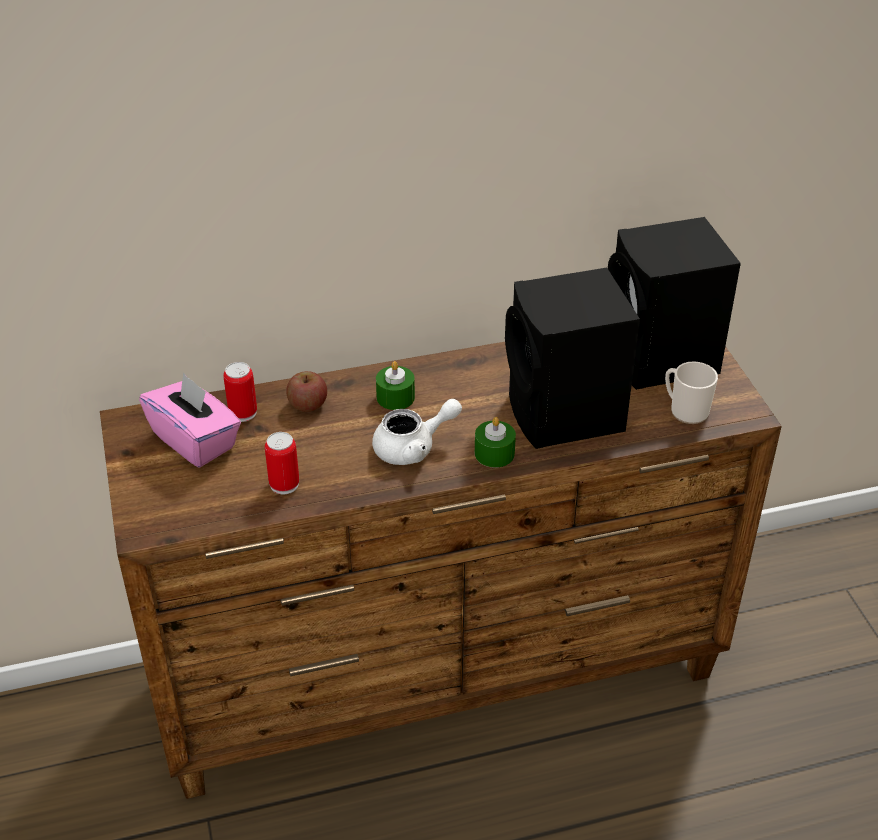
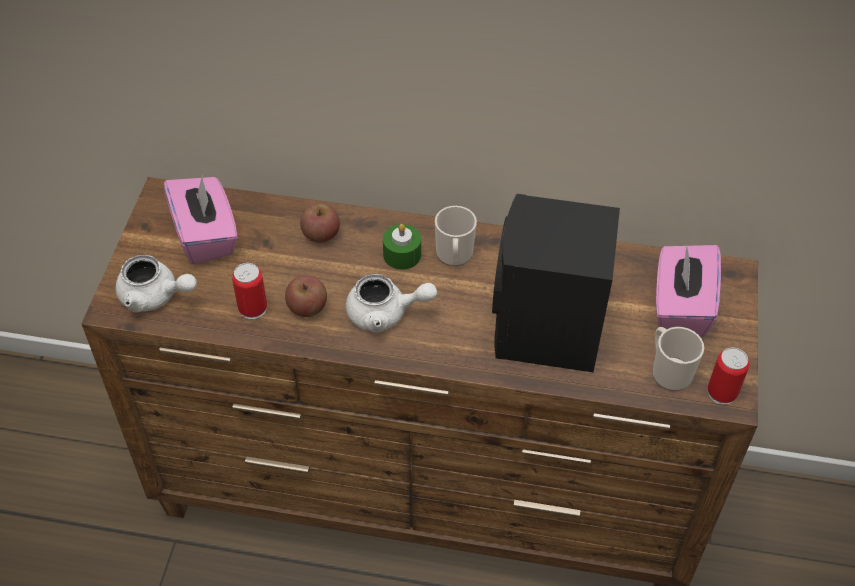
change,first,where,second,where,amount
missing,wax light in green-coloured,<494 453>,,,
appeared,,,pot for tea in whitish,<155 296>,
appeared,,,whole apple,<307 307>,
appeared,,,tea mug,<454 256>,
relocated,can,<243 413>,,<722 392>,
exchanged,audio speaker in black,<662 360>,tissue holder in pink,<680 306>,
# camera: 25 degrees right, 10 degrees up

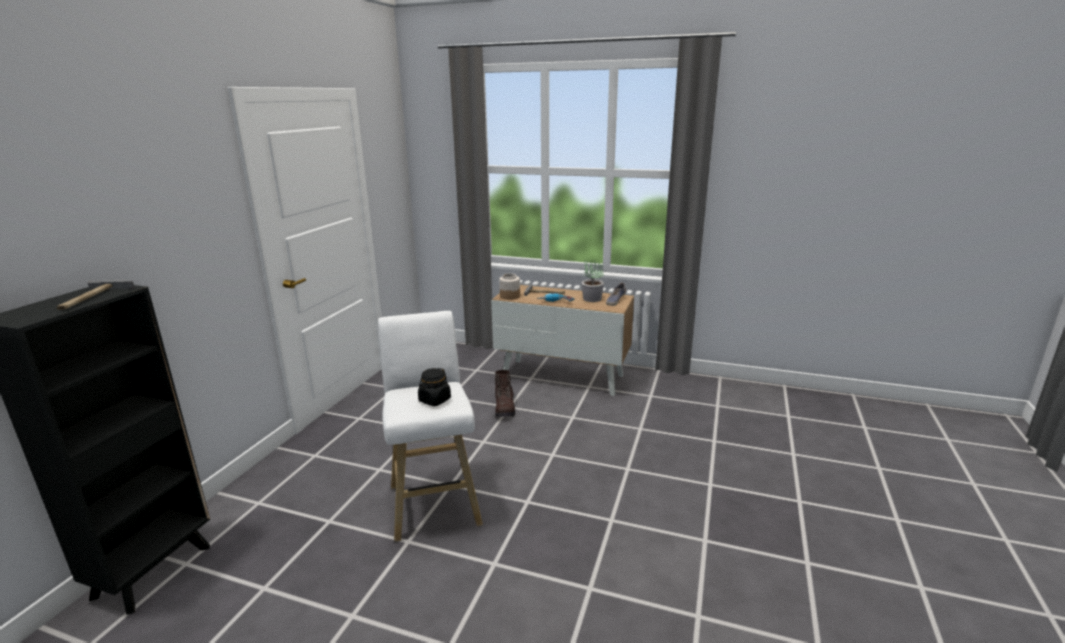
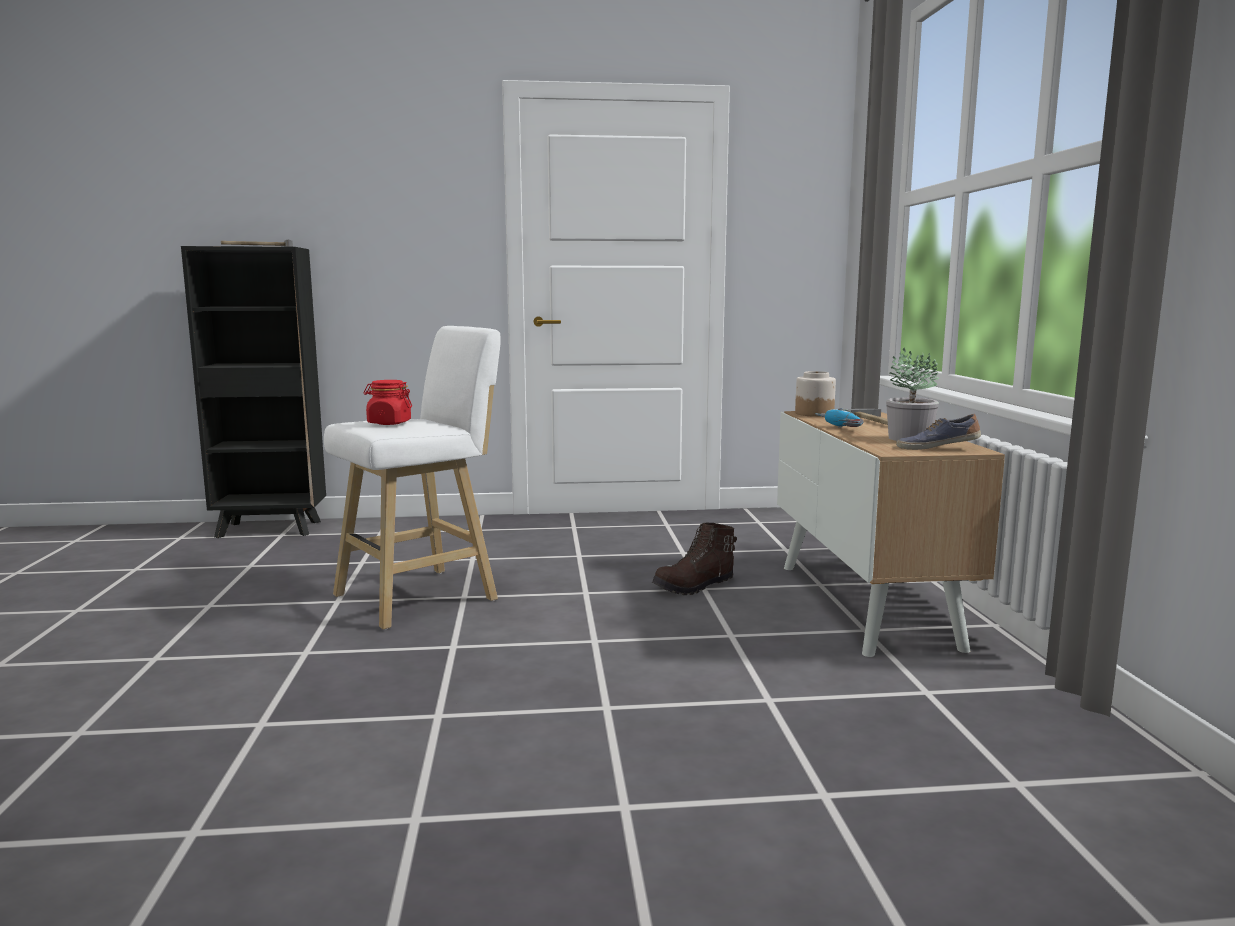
change,first,where,second,where,amount
colour,storage jar in black,<434 400>,storage jar in reddish,<389 423>,
# camera: 65 degrees right, 10 degrees down

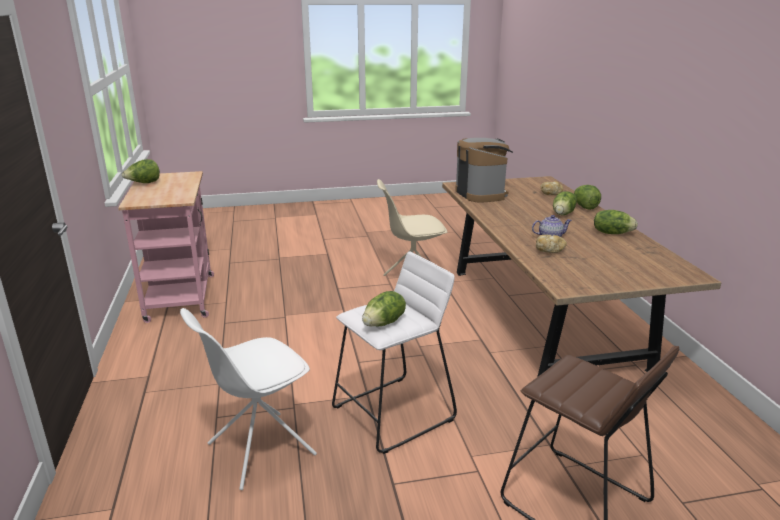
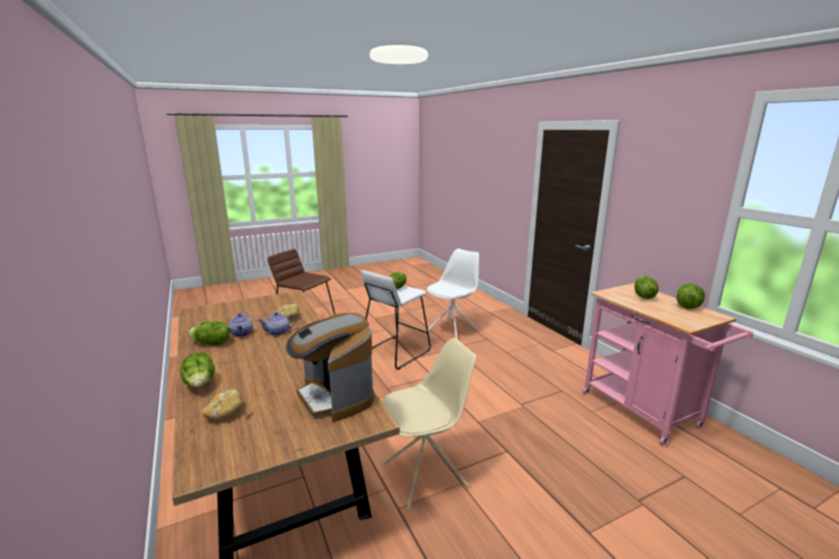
change,first,where,second,where,amount
appeared,,,pot for tea,<242 333>,
relocated,head of lettuce,<563 214>,,<643 296>,
# camera: 165 degrees right, 5 degrees down

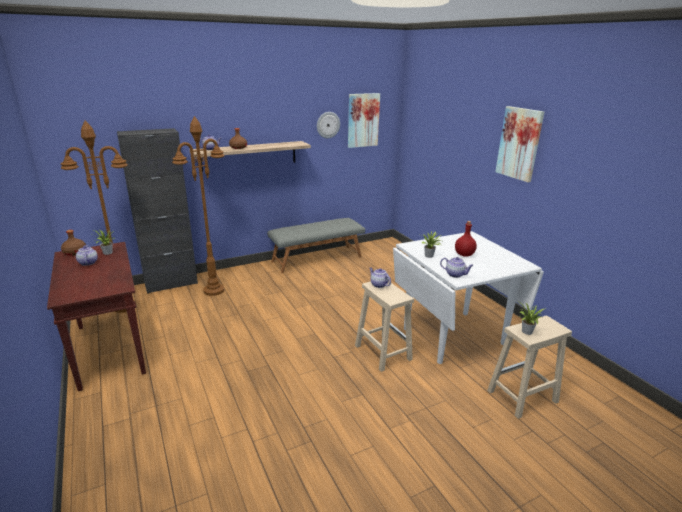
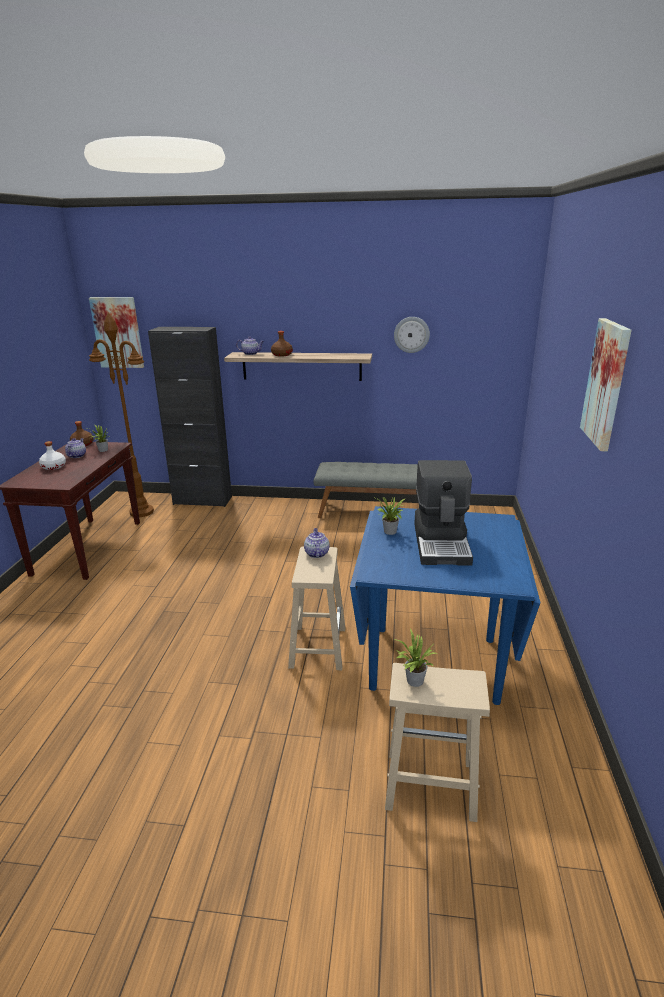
change,first,where,second,where,amount
missing,standing lamp in brown-coloured,<214 290>,,,
missing,pot for tea,<455 274>,,,
appeared,,,bottle in whitish,<53 467>,
relocated,picture,<363 120>,,<117 332>,
exchanged,bottle in reddish,<464 254>,coffee machine,<442 543>,
colour,dinner table in whitish,<453 335>,dinner table in bluish,<434 662>,
# camera: 35 degrees right, 0 degrees up

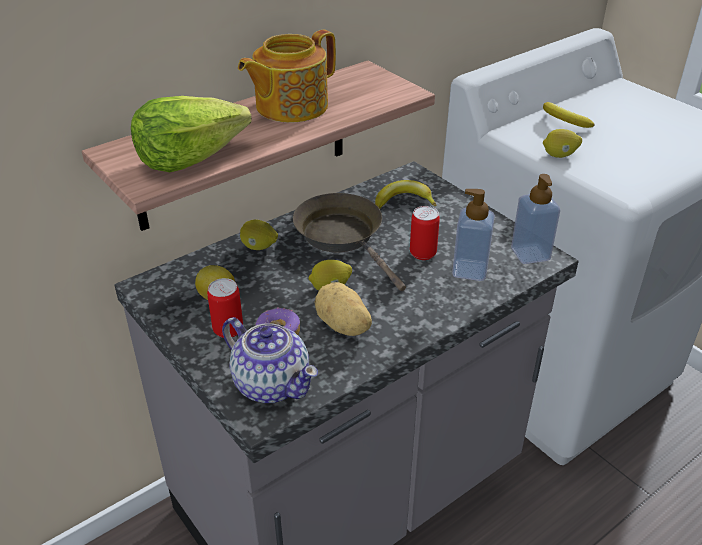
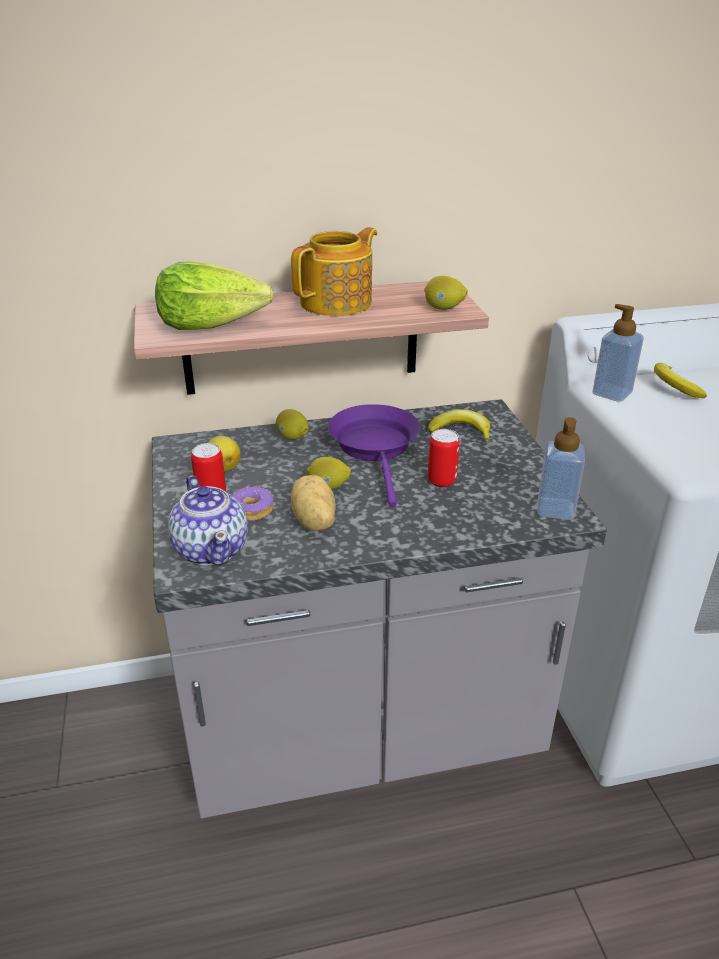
change,first,where,second,where,amount
relocated,soap bottle,<470 270>,,<612 393>,
relocated,lemon,<559 155>,,<443 308>,
colour,pan in brown-coloured,<343 237>,pan in purplish,<376 448>,
spun,pot for tea,<290 106>,,<338 302>,150 degrees clockwise
# camera: 25 degrees right, 5 degrees down

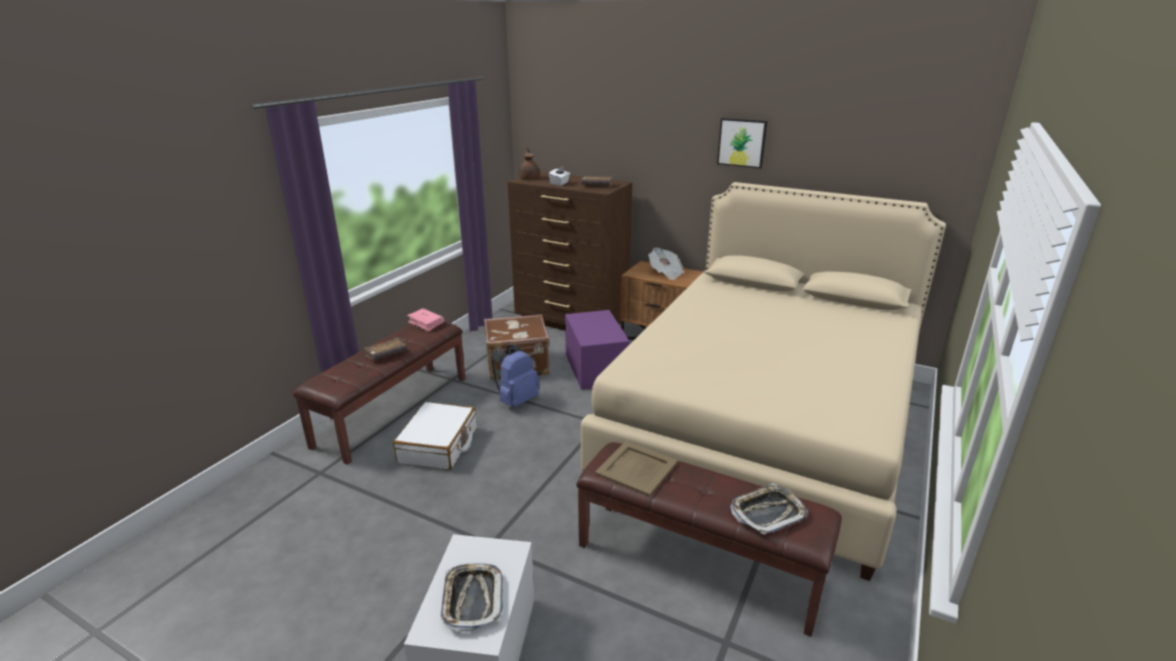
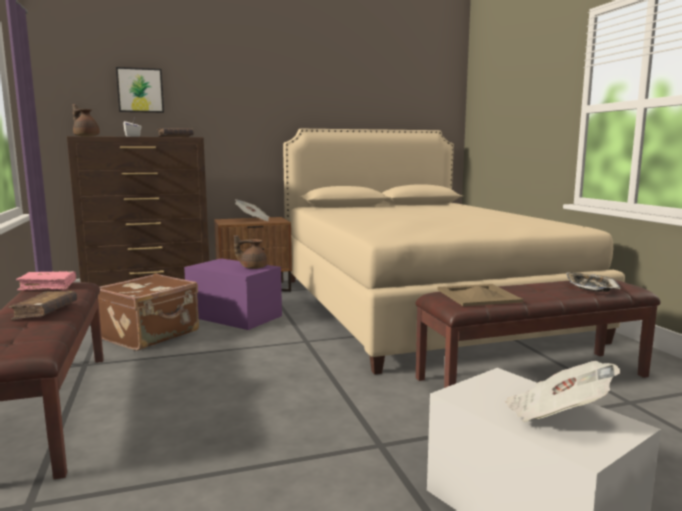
change,first,where,second,where,amount
missing,travel case in whitish,<439 445>,,,
missing,rucksack in bluish,<516 401>,,,
appeared,,,pot for tea in brown-coloured,<252 267>,
relocated,picture,<742 142>,,<140 90>,
exchanged,tray,<472 599>,newspaper,<556 415>,
# camera: 45 degrees left, 15 degrees down

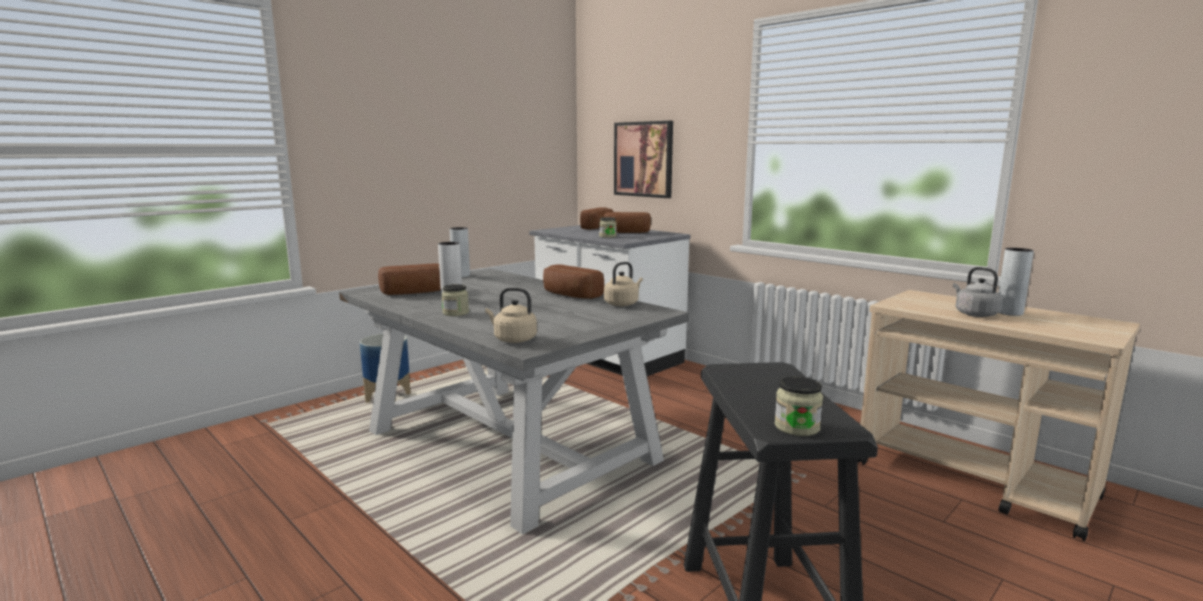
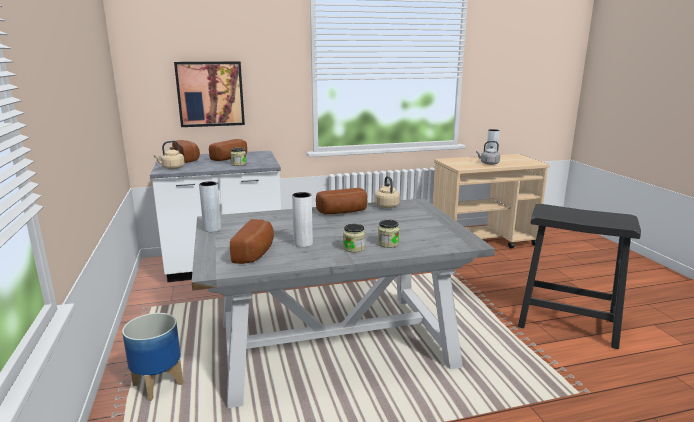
change,first,where,second,where,amount
relocated,kettle in beige,<513 339>,,<172 168>,
relocated,storage jar,<797 427>,,<388 244>,
# camera: 60 degrees left, 5 degrees up

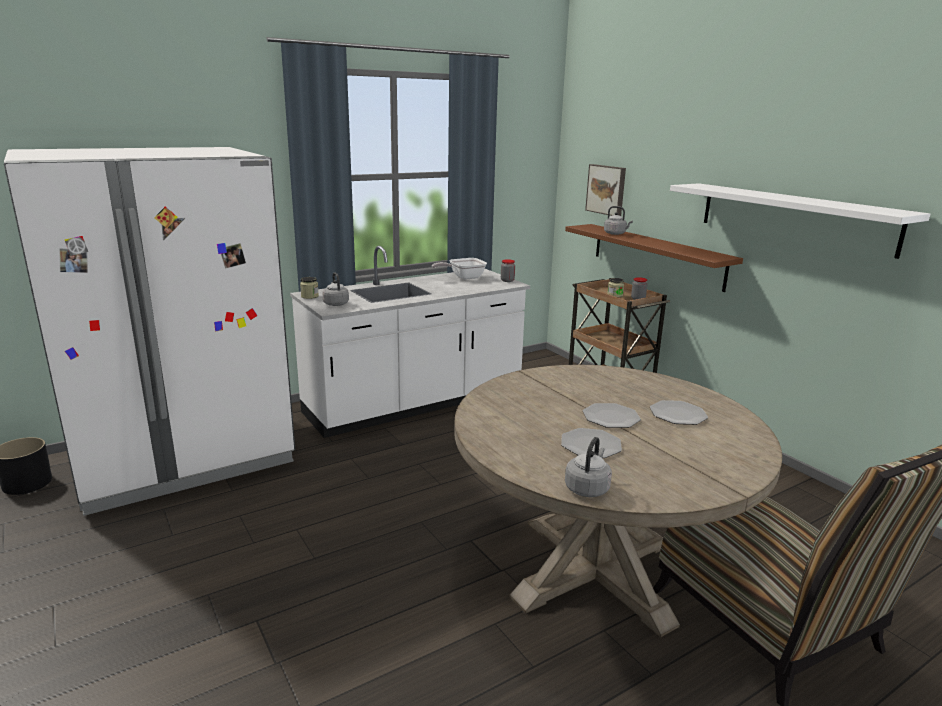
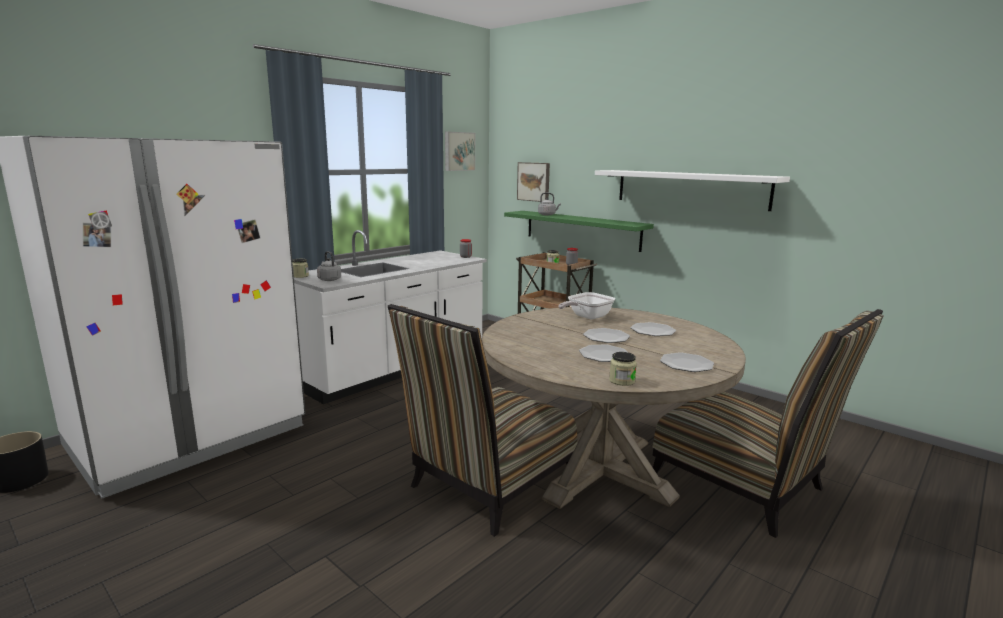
change,first,where,second,where,amount
appeared,,,upright chair,<488 485>,
appeared,,,picture,<458 151>,
appeared,,,plate,<686 364>,
relocated,pan,<463 277>,,<586 317>,
exchanged,kettle in gray,<587 488>,storage jar,<622 381>,
colour,wall shelf in brown-coloured,<656 255>,wall shelf in green-coloured,<581 230>,
# camera: 15 degrees left, 5 degrees down

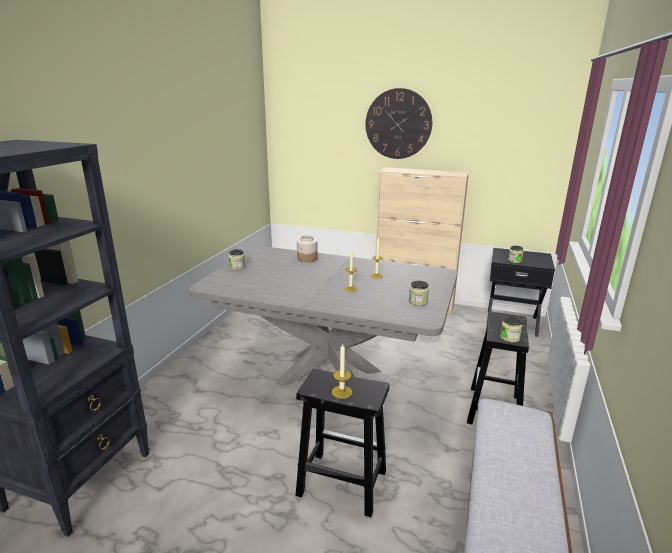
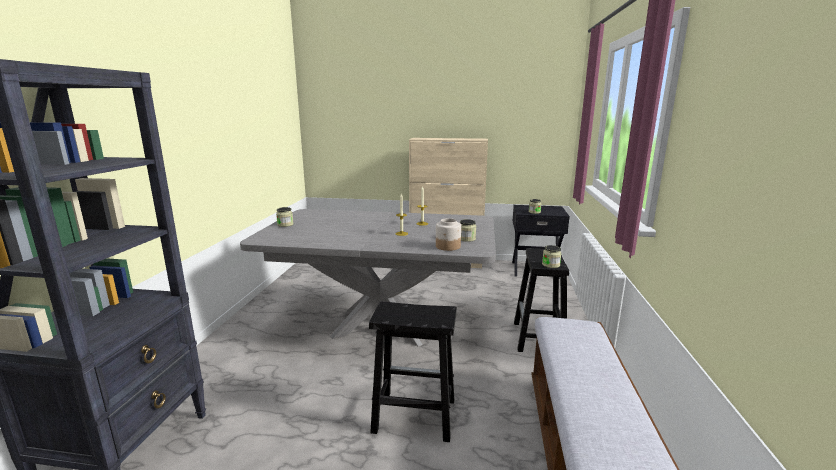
change,first,where,second,where,amount
missing,wax light,<342 392>,,,
missing,wall clock,<398 124>,,,
relocated,storage jar,<307 258>,,<448 246>,
# camera: 10 degrees left, 5 degrees down

